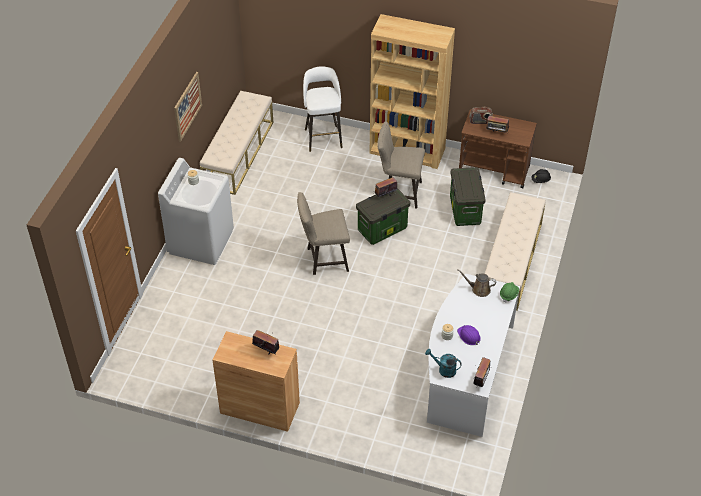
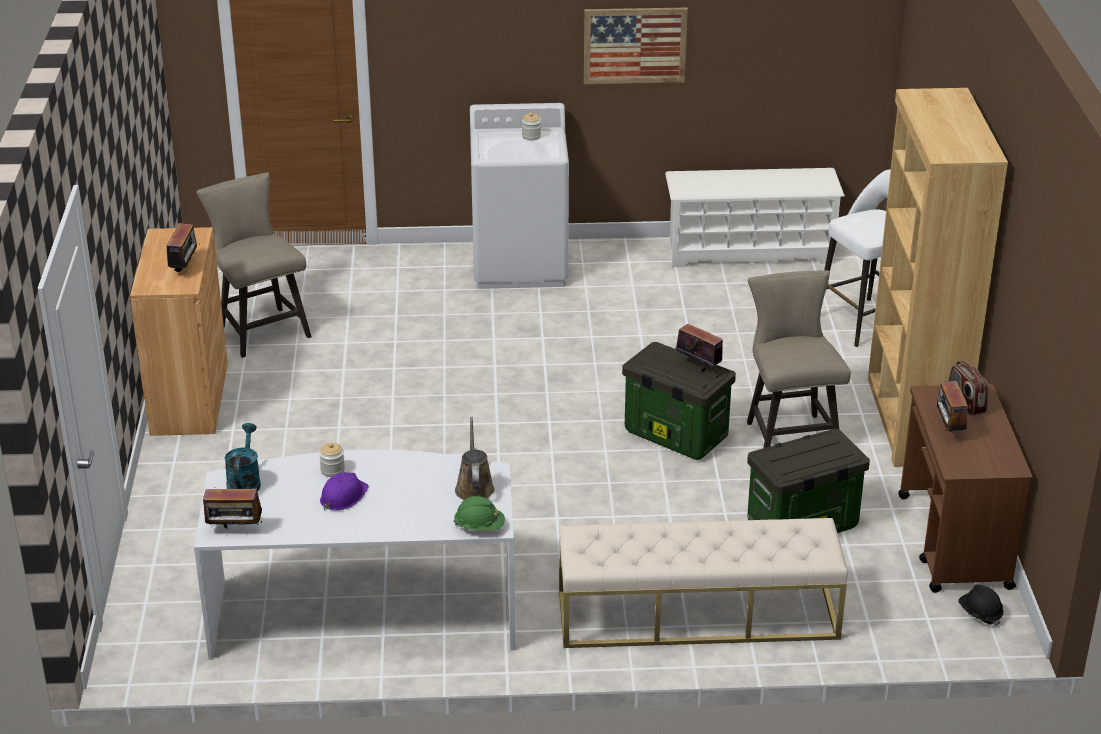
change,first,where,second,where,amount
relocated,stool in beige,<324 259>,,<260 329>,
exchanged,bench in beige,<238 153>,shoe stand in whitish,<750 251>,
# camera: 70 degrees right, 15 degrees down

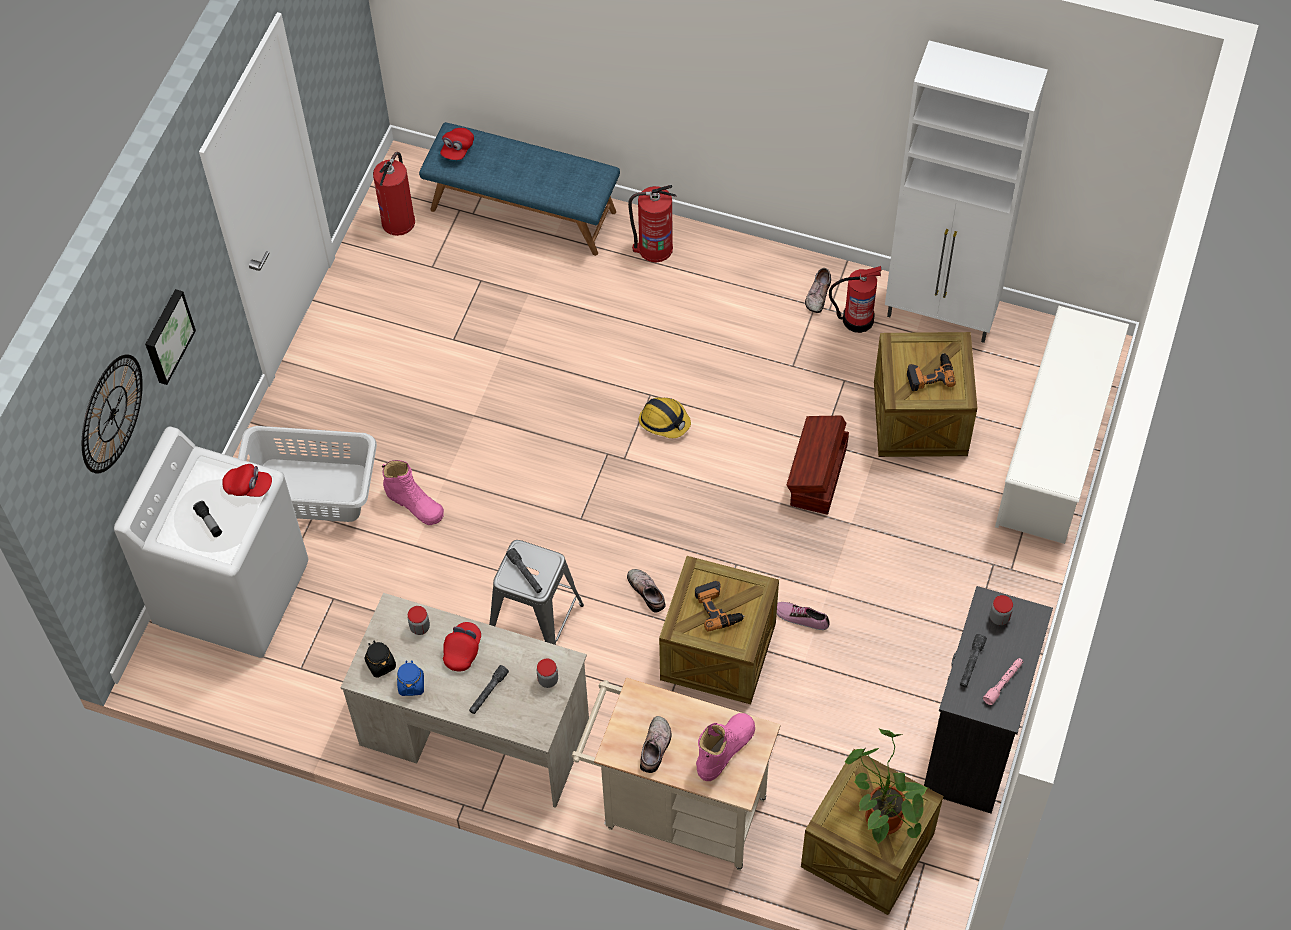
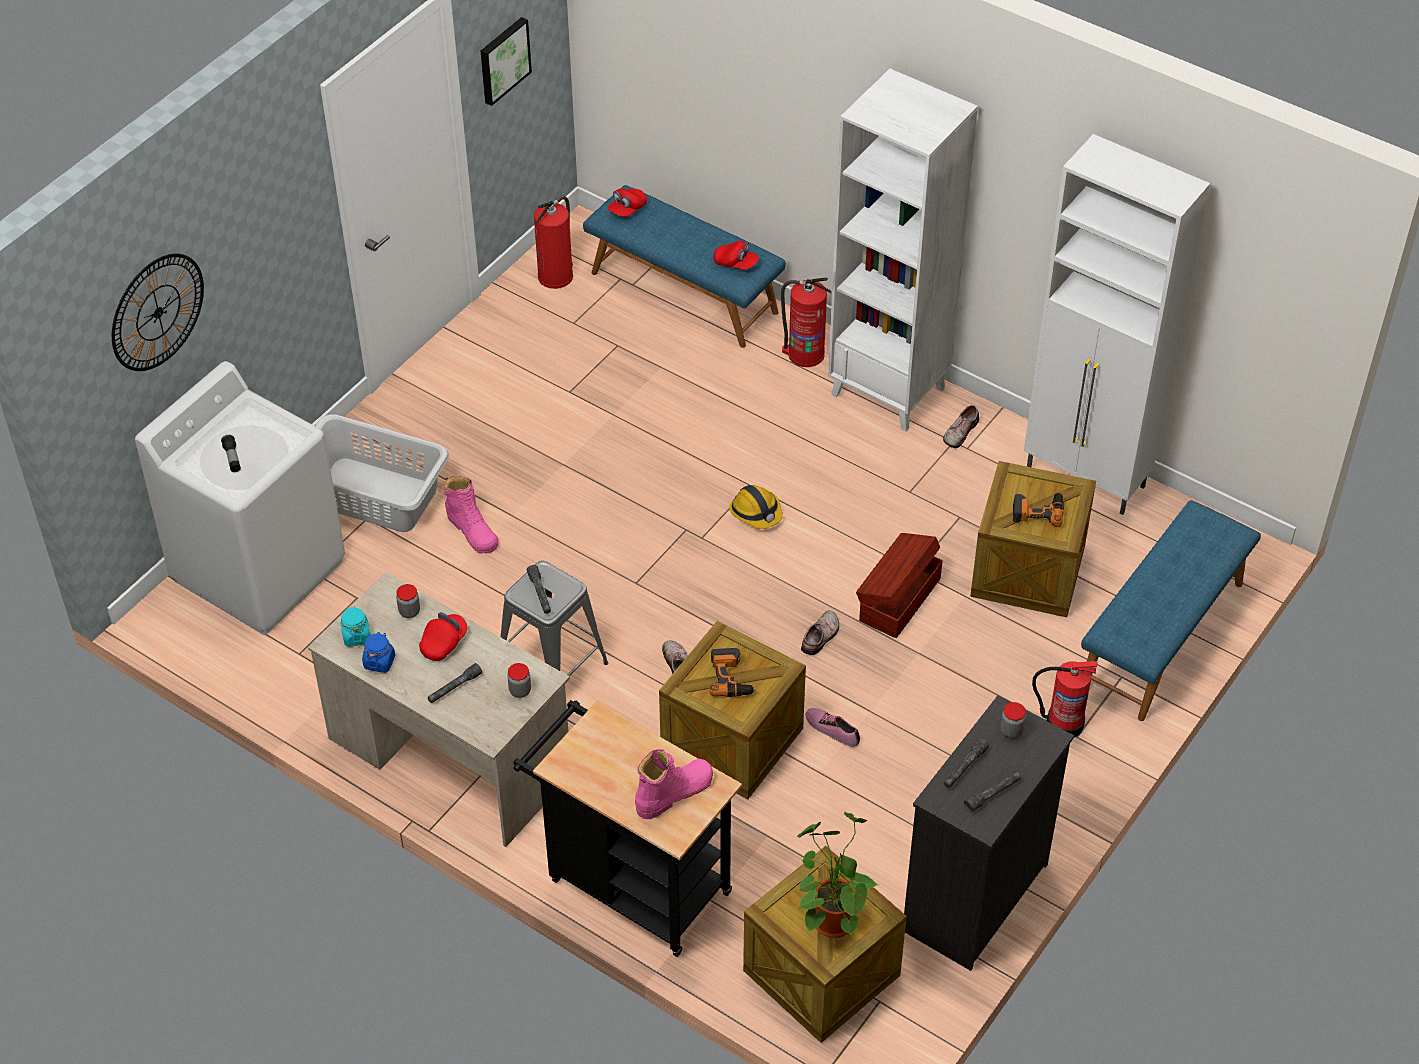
change,first,where,second,where,amount
appeared,,,bookshelf in whitish,<889 391>,
relocated,picture,<167 336>,,<503 60>,
relocated,baseball cap in reddish,<248 487>,,<736 263>,
relocated,shoe,<656 747>,,<821 637>,
relocated,fire-fighting cylinder,<856 319>,,<1063 723>,
exchanged,shoe stand in whitish,<1054 453>,bench in bluish,<1163 636>,
colour,storage jar in black,<380 664>,storage jar in turquoise,<356 636>,
colour,wheeled cart in beige,<676 810>,wheeled cart in black,<630 882>,
colour,hand torch in pink,<1003 682>,hand torch in gray,<993 794>,
# camera: 15 degrees right, 10 degrees down

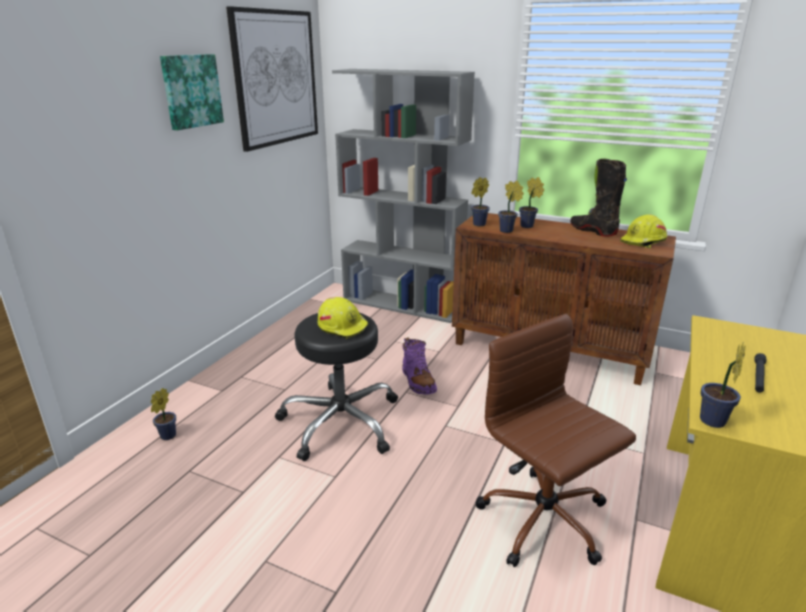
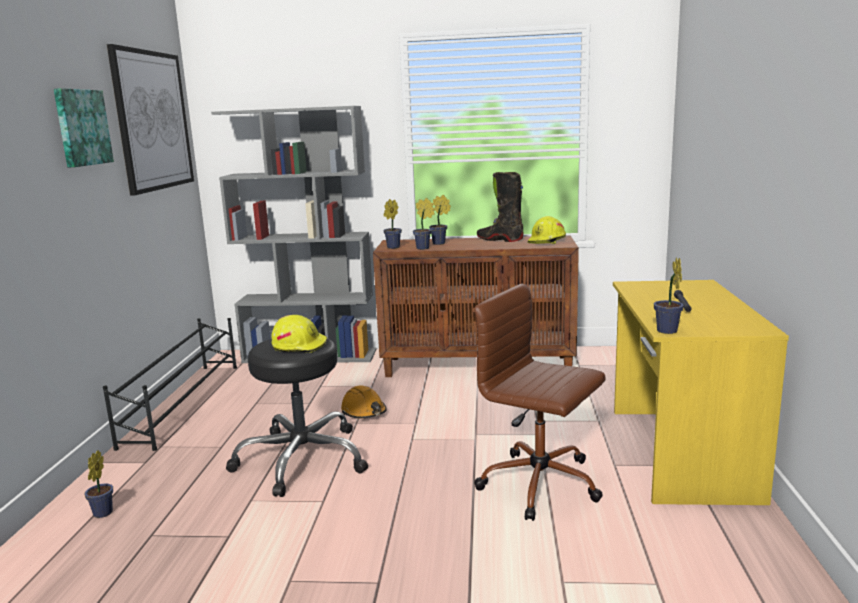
change,first,where,second,where,amount
appeared,,,shoe stand in black,<184 403>,
exchanged,high-top boot in purplish,<418 381>,work helmet in orangey,<364 412>,
# camera: 20 degrees left, 10 degrees down

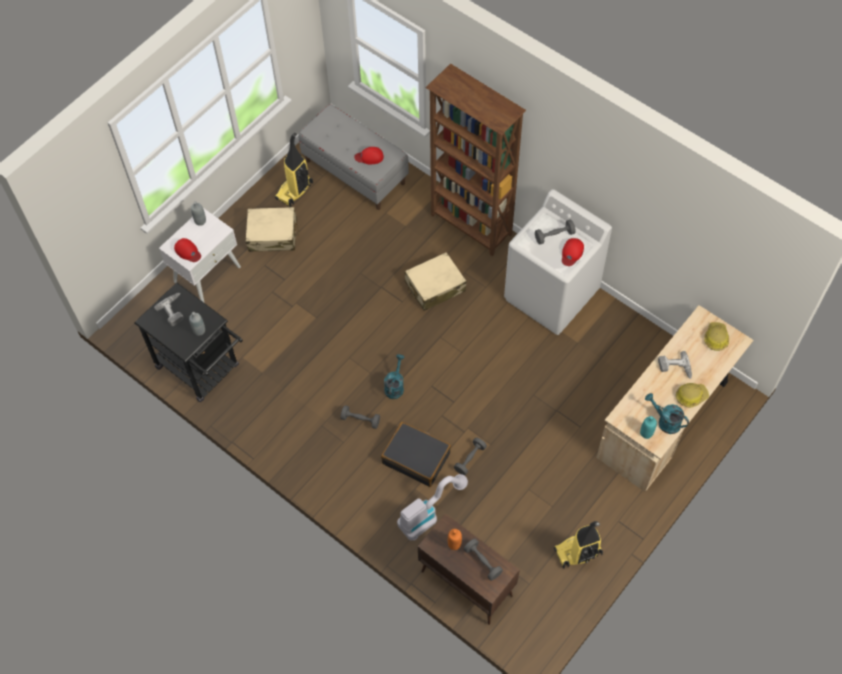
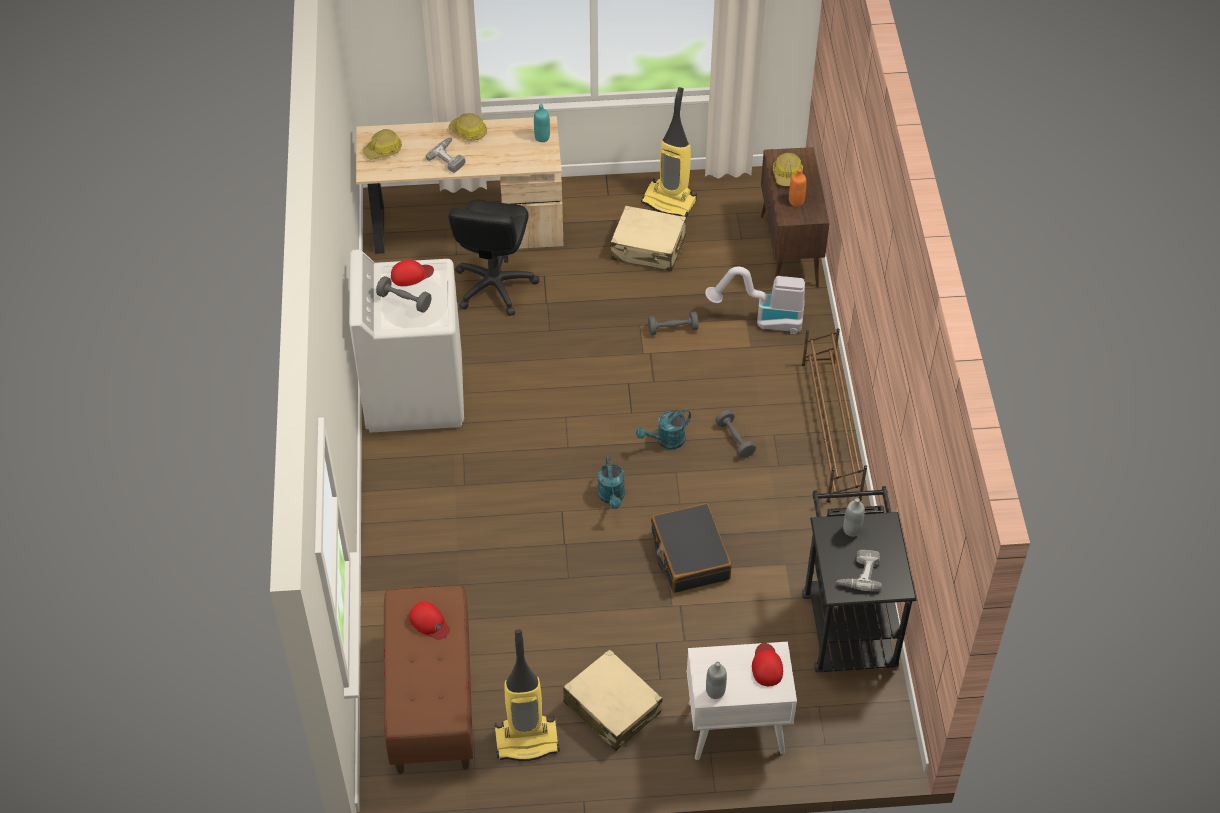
change,first,where,second,where,amount
missing,bookshelf in brown-coloured,<471 226>,,,
appeared,,,desk chair in black,<494 286>,
appeared,,,shoe stand in brown-coloured,<830 430>,
relocated,travel case in black,<416 458>,,<689 556>,
relocated,travel case in beige,<434 286>,,<648 248>,
relocated,watering can in turquoise,<665 421>,,<612 497>,
exchanged,dumbbell in gray,<482 562>,work helmet,<787 174>,
colour,bench in gray,<355 172>,bench in brown-coloured,<431 699>,
# camera: 135 degrees left, 10 degrees down

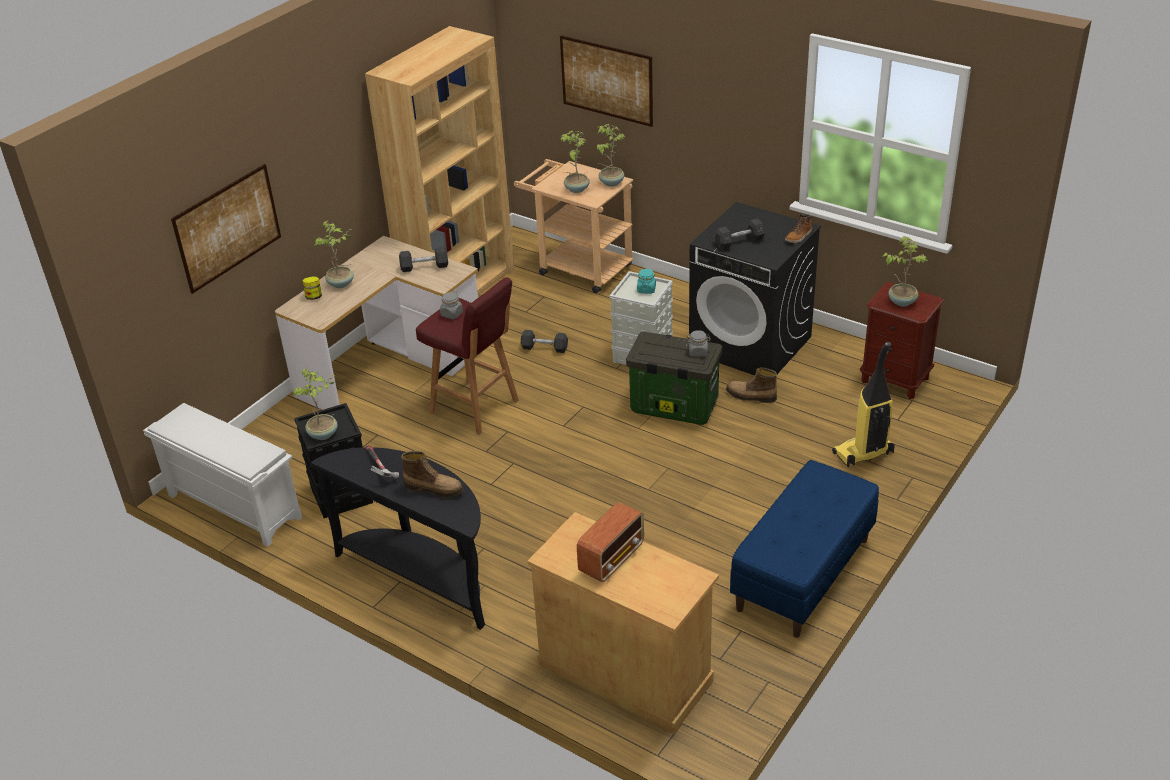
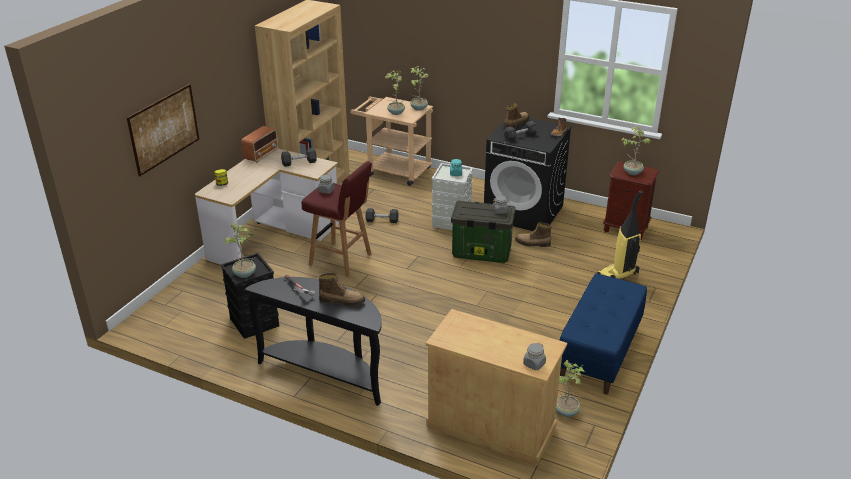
change,first,where,second,where,amount
missing,shoe stand in whitish,<232 506>,,,
missing,picture,<606 80>,,,
appeared,,,high-top boot,<515 124>,
appeared,,,storage jar in gray,<534 364>,
relocated,plant in a pot,<341 284>,,<567 412>,
relocated,radio,<612 558>,,<262 154>,
# camera: 10 degrees left, 5 degrees down

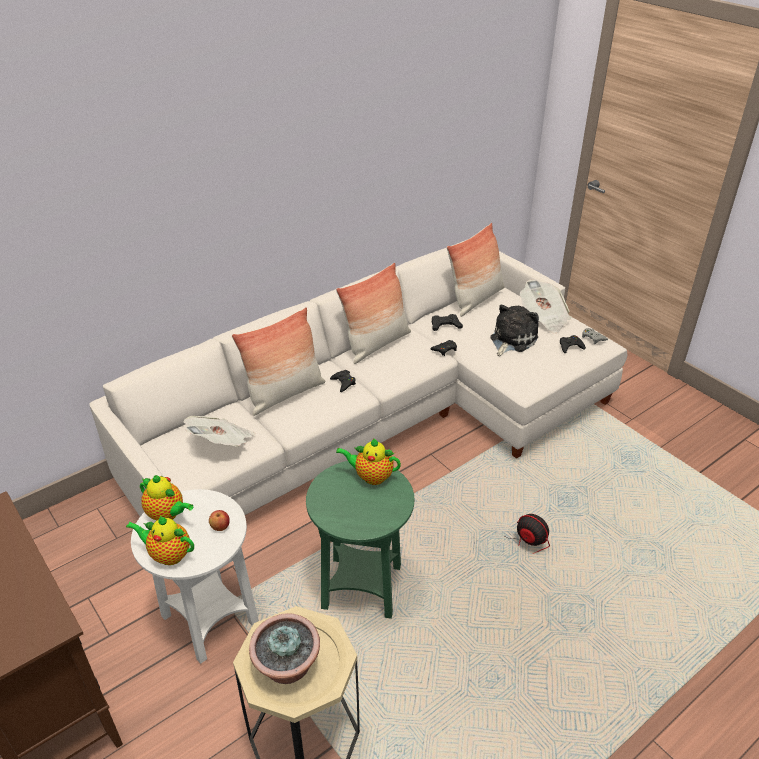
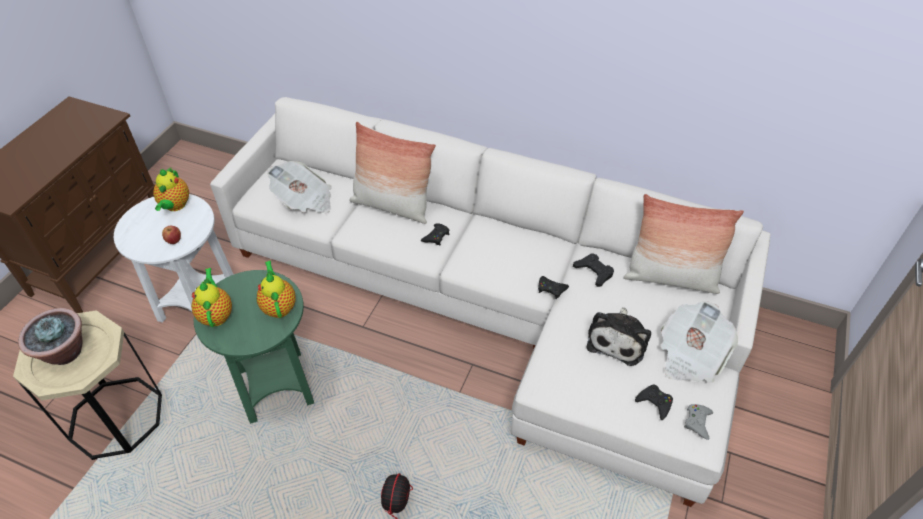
change,first,where,second,where,amount
missing,pillow,<376 344>,,,
relocated,pot for tea,<168 554>,,<216 314>,
spun,plush toy,<511 339>,,<618 339>,105 degrees clockwise
# camera: 60 degrees right, 10 degrees up

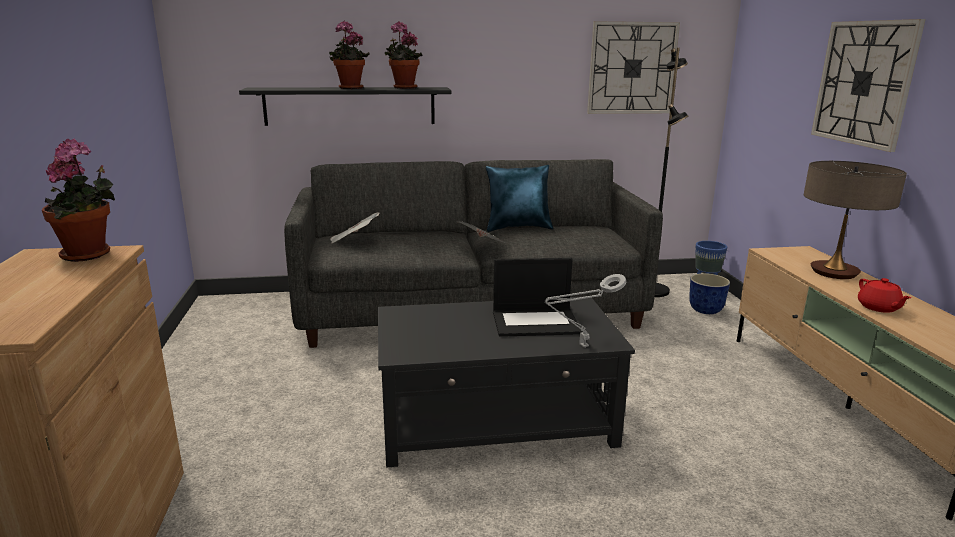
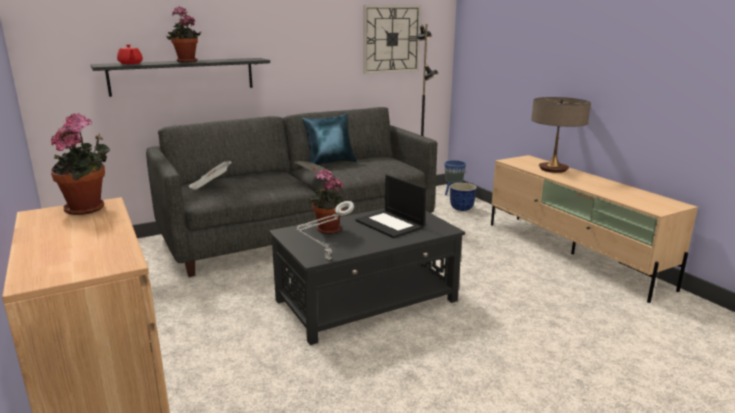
change,first,where,second,where,amount
missing,wall clock,<864 83>,,,
relocated,plant in a pot,<403 88>,,<327 230>,
relocated,table lamp in gray,<581 346>,,<326 259>,
relocated,pot for tea in reddish,<878 308>,,<130 63>,
spun,laptop,<536 322>,,<390 224>,75 degrees clockwise
# camera: 20 degrees left, 0 degrees up

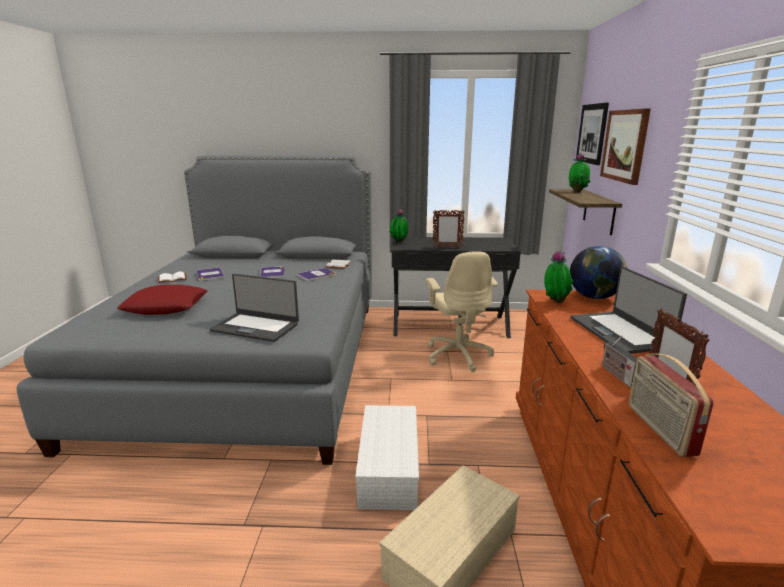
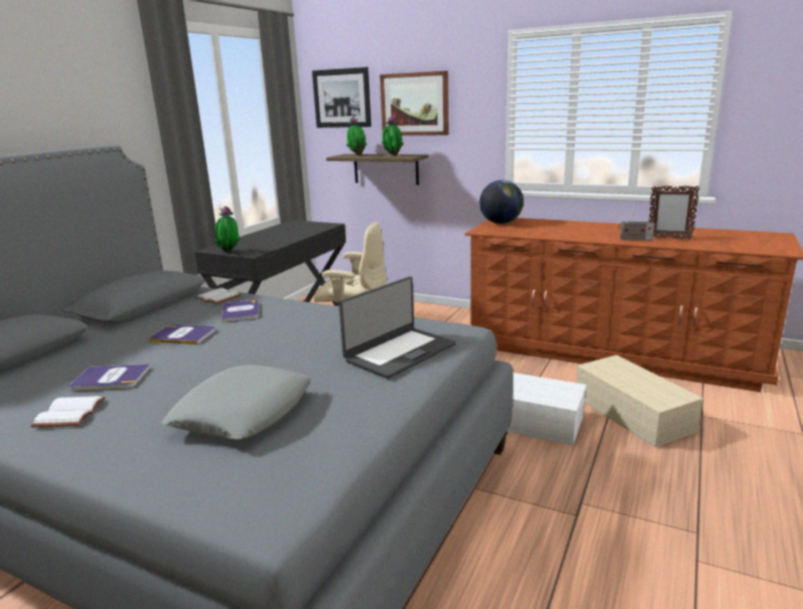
change,first,where,second,where,amount
missing,photo frame,<447 247>,,,
missing,laptop,<620 332>,,,
missing,radio,<659 429>,,,
relocated,plant in a pot,<554 302>,,<392 156>,
colour,pillow in reddish,<166 306>,pillow in gray,<243 411>,
# camera: 65 degrees left, 0 degrees up

